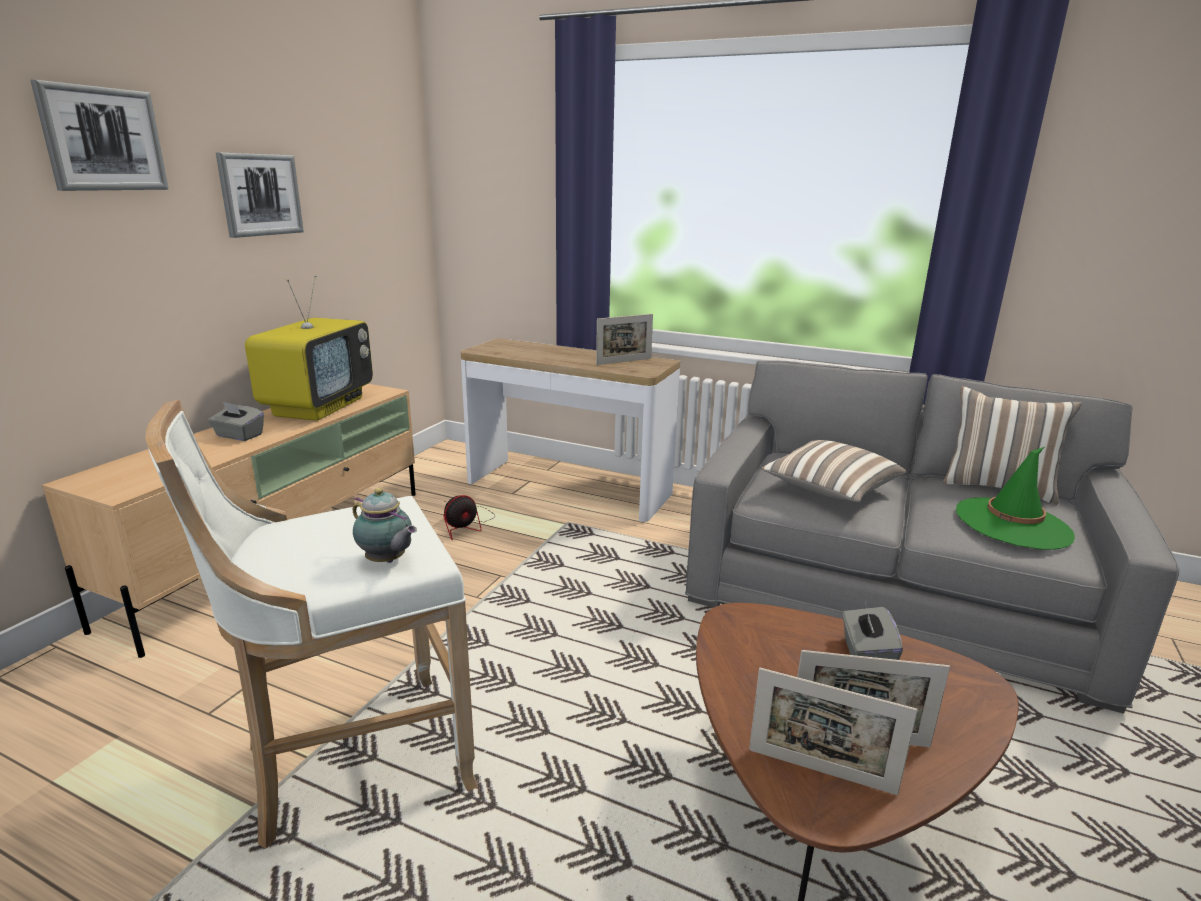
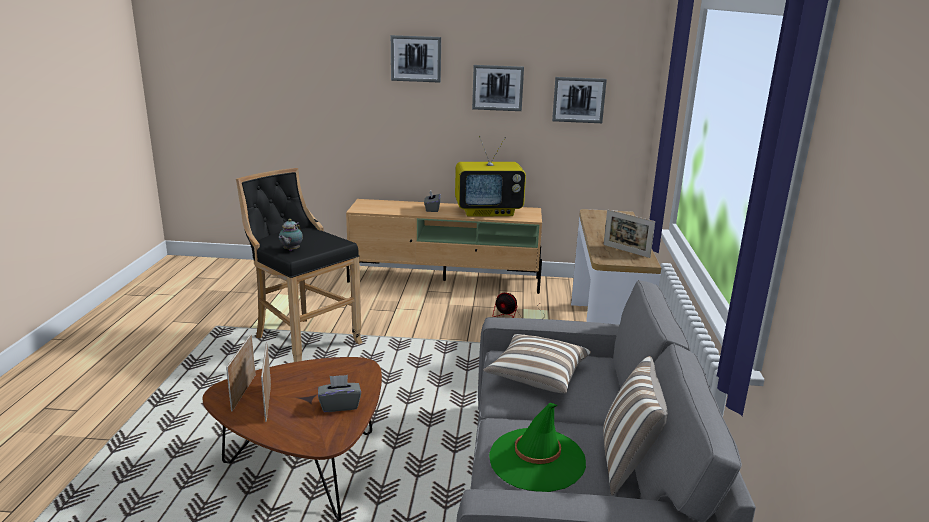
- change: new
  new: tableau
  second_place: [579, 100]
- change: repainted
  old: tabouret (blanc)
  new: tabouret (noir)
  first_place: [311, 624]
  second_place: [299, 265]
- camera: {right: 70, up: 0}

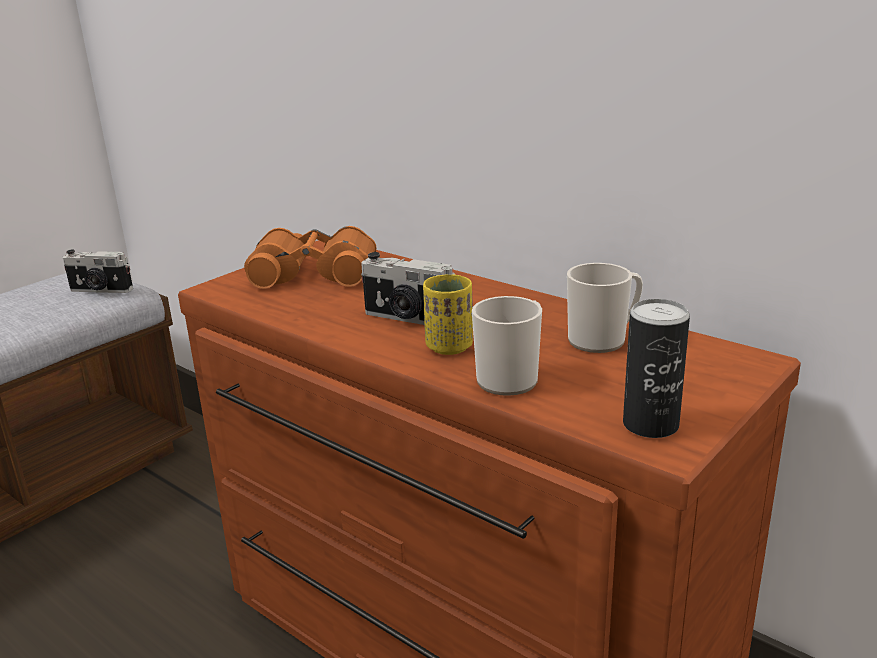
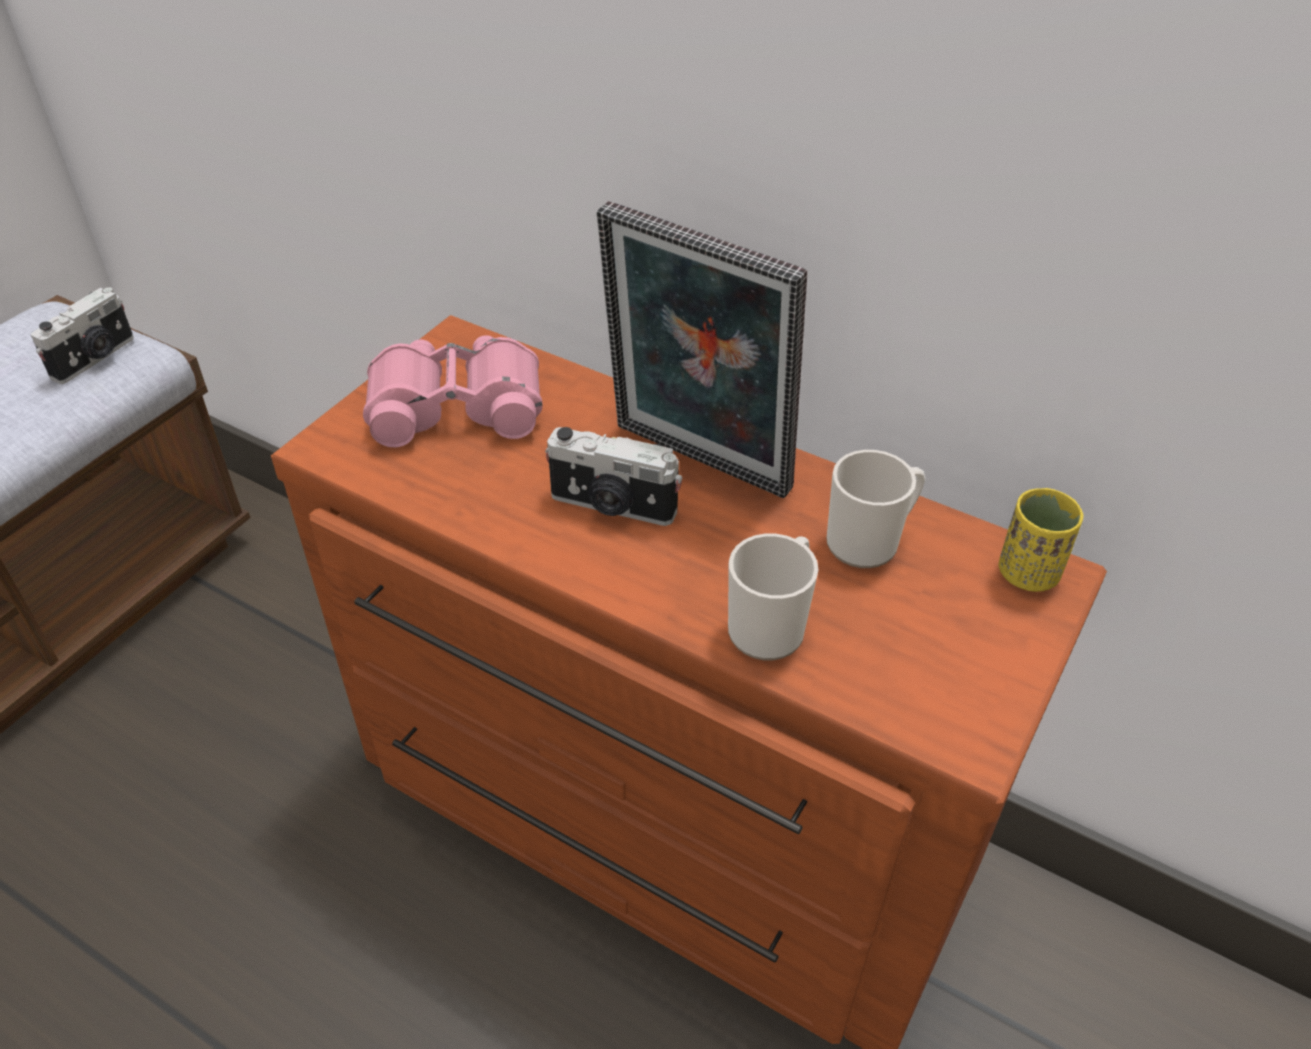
- change: gone
  old: boîte métallique
  first_place: [656, 368]
- change: new
  new: cadre photo
  second_place: [702, 349]
- change: shifted
  old: tasse (jaune)
  first_place: [448, 315]
  second_place: [1040, 540]
- change: repainted
  old: jumelles (orange)
  new: jumelles (rose)
  first_place: [310, 257]
  second_place: [453, 391]
- change: rotated
  old: appareil photo
  first_place: [98, 271]
  second_place: [82, 335]
  degrees: -60
- camera: {right: -10, up: 20}

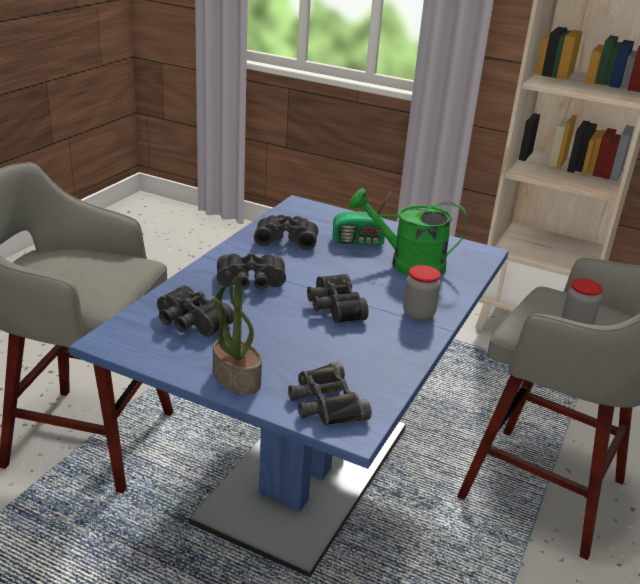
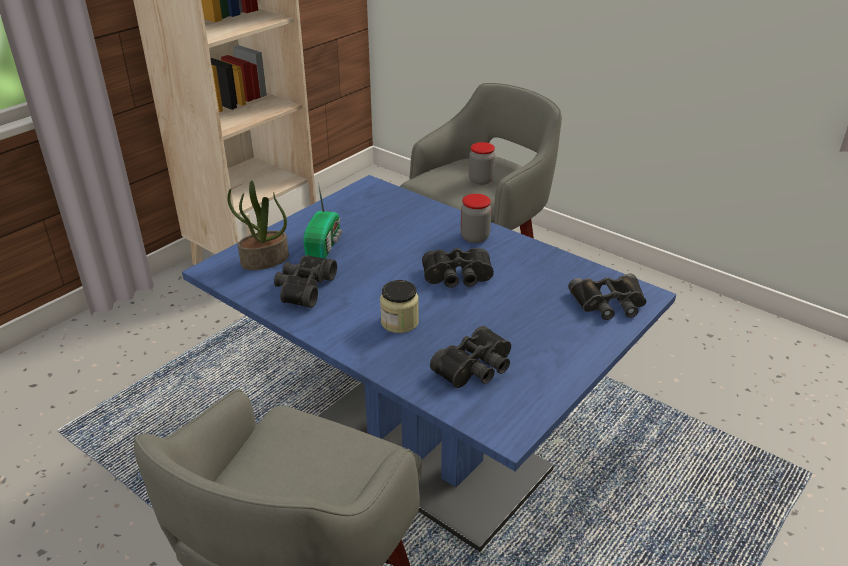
- change: gone
  old: arrosoir (vert)
  first_place: [408, 232]
- change: shifted
  old: plante en pot
  first_place: [237, 335]
  second_place: [258, 225]
- change: swapped
  old: jumelles (noir)
  new: bocal
  first_place: [251, 271]
  second_place: [399, 306]
- camera: {right: -75, up: 5}

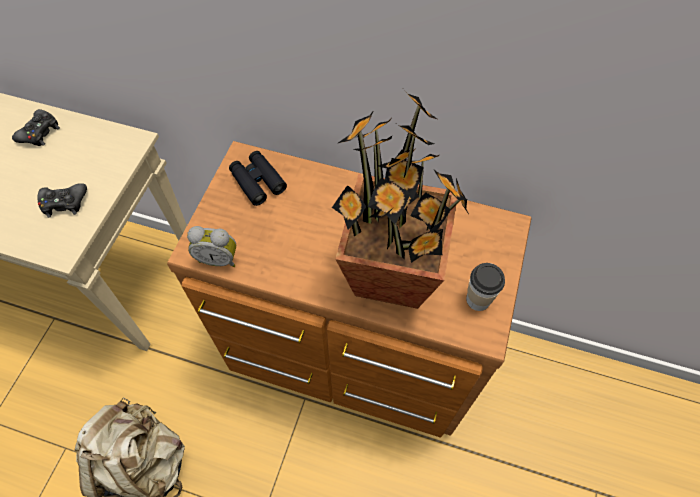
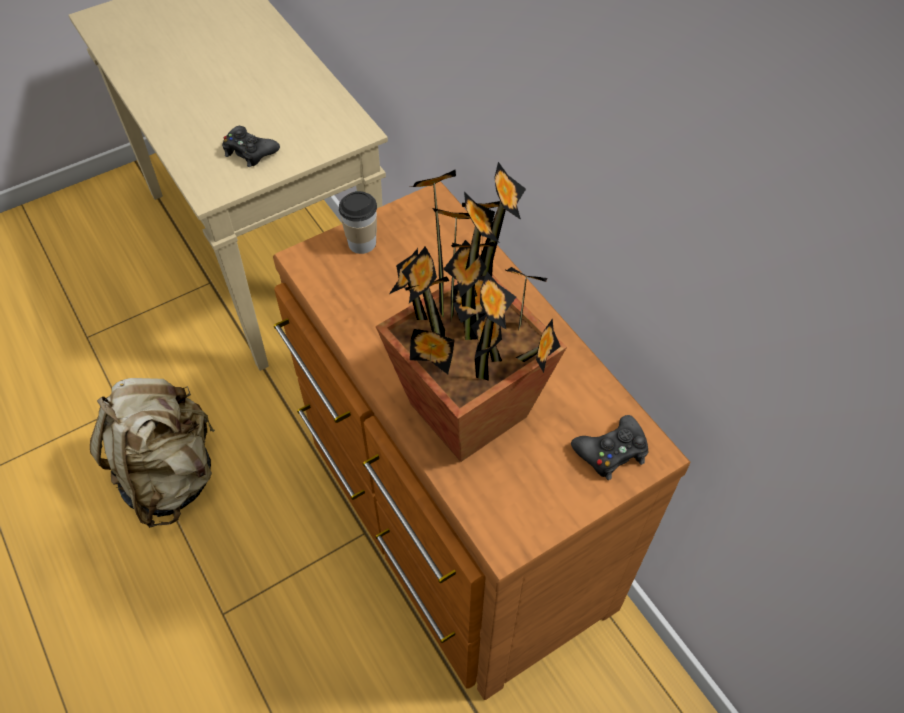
- change: gone
  old: réveil
  first_place: [211, 246]
- change: gone
  old: jumelles (noir)
  first_place: [258, 178]
- change: shifted
  old: manette (noir)
  first_place: [36, 127]
  second_place: [609, 447]
- change: shifted
  old: tasse
  first_place: [485, 287]
  second_place: [358, 222]
- camera: {right: 40, up: -5}

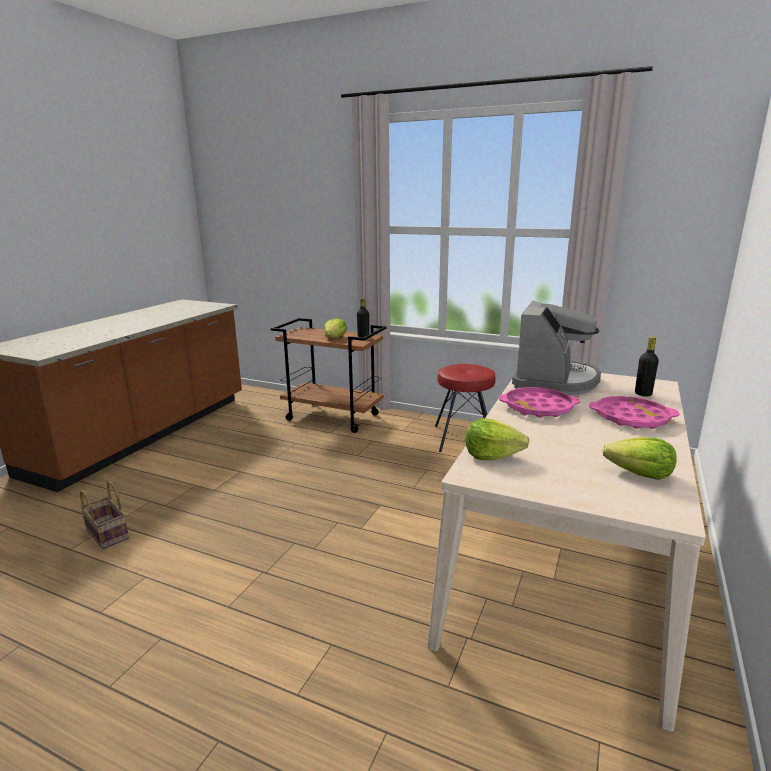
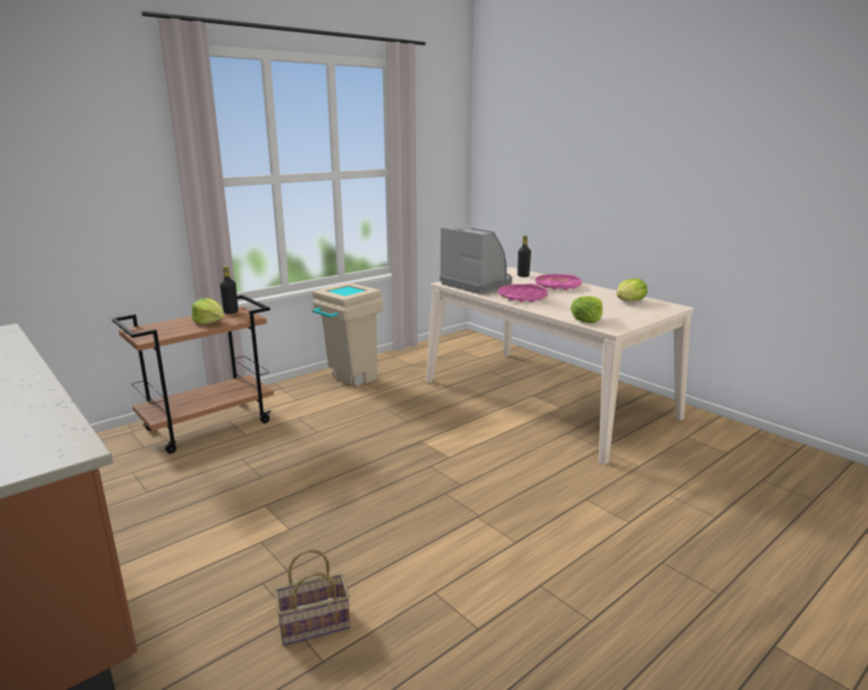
- change: swapped
  old: tabouret (rouge)
  new: poubelle (beige)
  first_place: [465, 408]
  second_place: [347, 334]
- camera: {right: -65, up: 0}

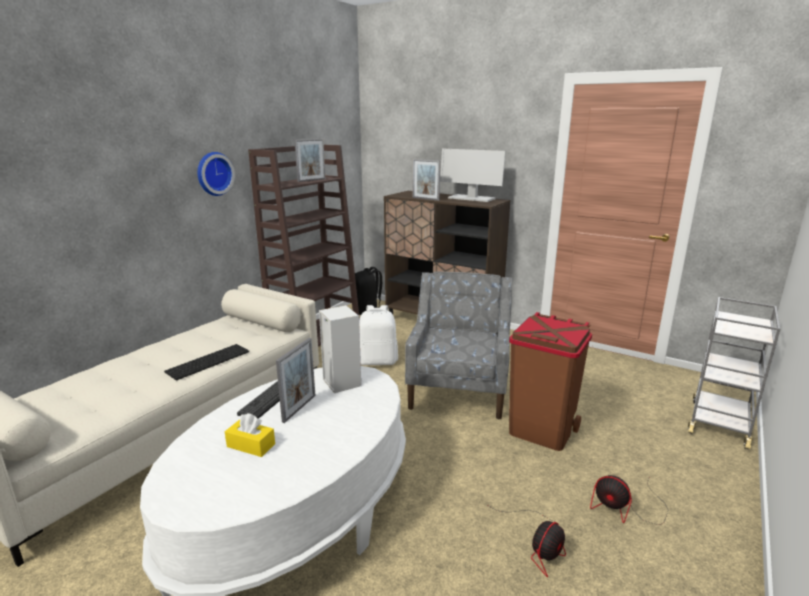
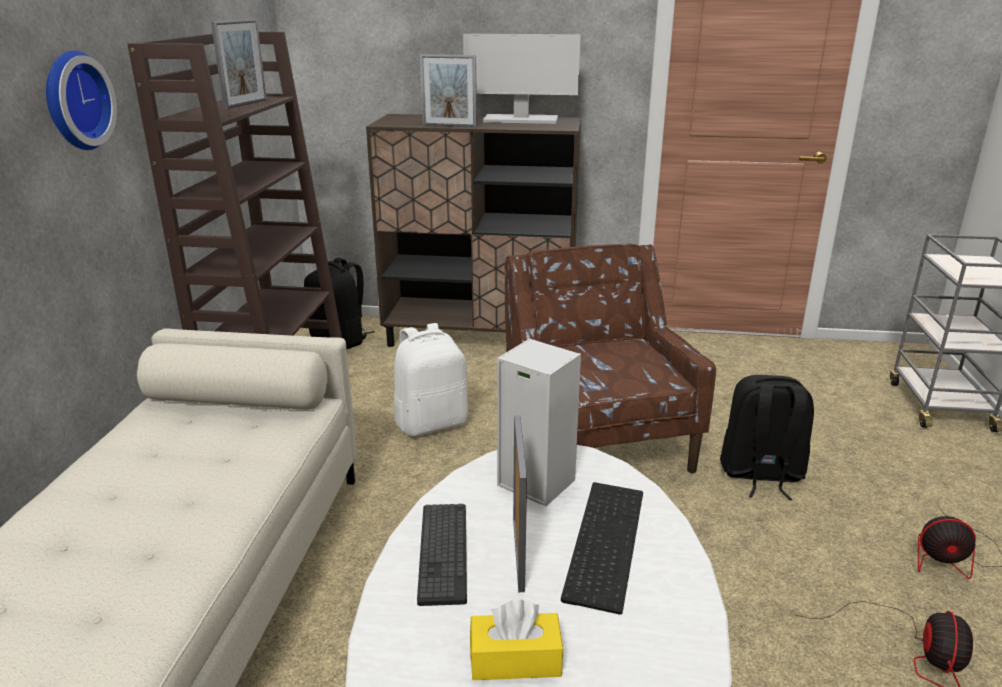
- change: shifted
  old: clavier
  first_place: [206, 362]
  second_place: [602, 548]
- change: swapped
  old: poubelle (marron)
  new: sac à dos (noir)
  first_place: [550, 381]
  second_place: [767, 437]
- change: repainted
  old: fauteuil (gris)
  new: fauteuil (marron)
  first_place: [458, 345]
  second_place: [610, 358]
- camera: {right: -25, up: 5}

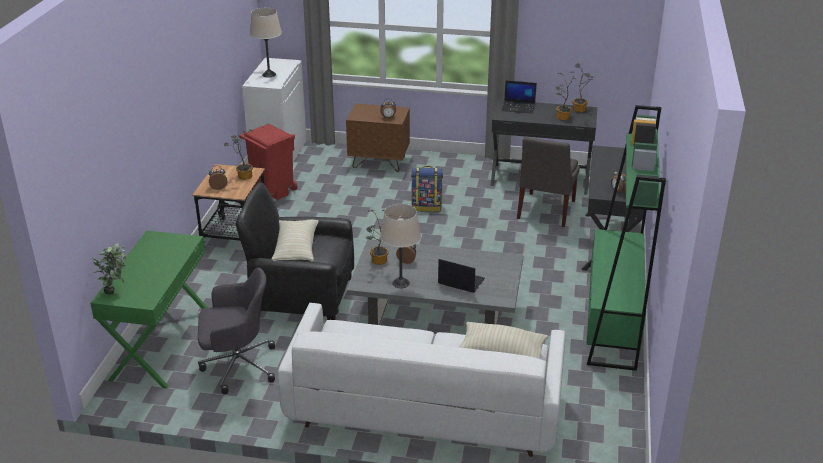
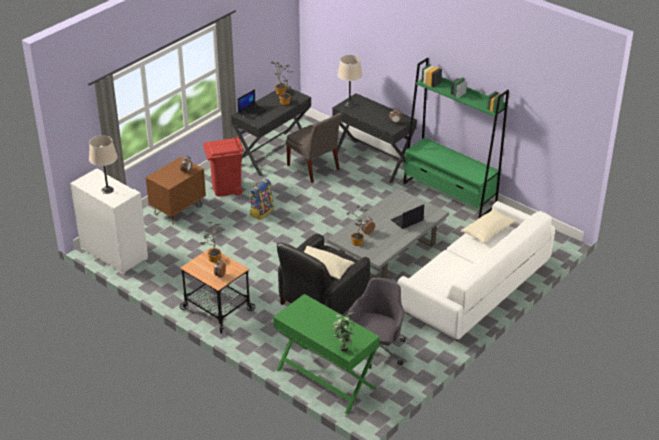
- change: shifted
  old: poubelle (rouge)
  first_place: [268, 162]
  second_place: [223, 166]
- change: shifted
  old: lampe de table (beige)
  first_place: [400, 246]
  second_place: [350, 81]
- camera: {right: -60, up: 5}

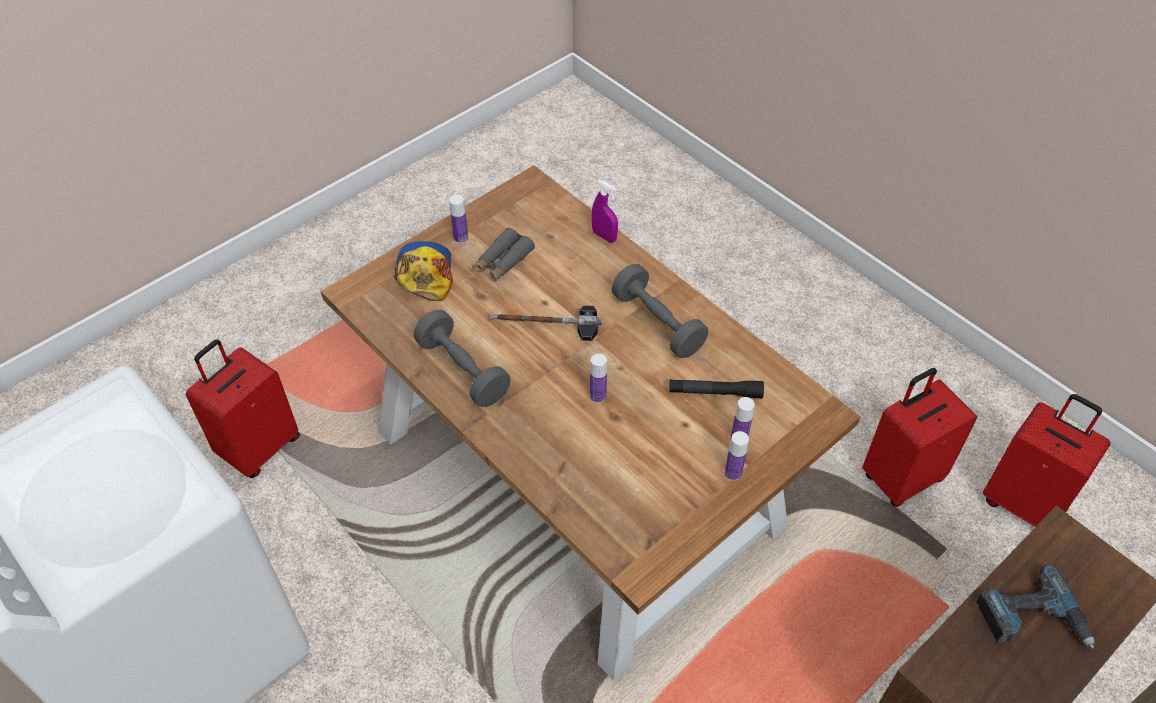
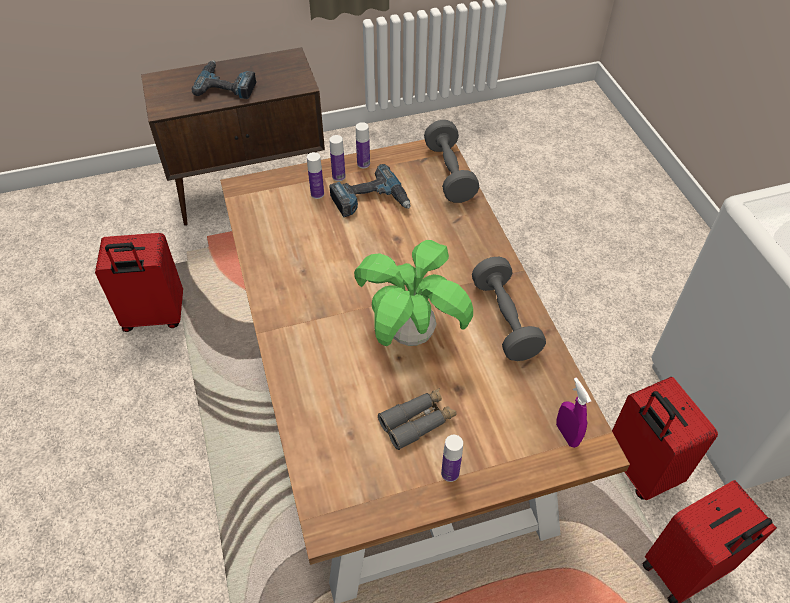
- change: gone
  old: casquette
  first_place: [423, 271]
- change: gone
  old: lampe de poche (noir)
  first_place: [716, 388]
- change: new
  new: perceuse
  second_place: [370, 190]
- change: shifted
  old: bouteille
  first_place: [598, 378]
  second_place: [363, 145]
- change: shifted
  old: vaporisateur (violet)
  first_place: [605, 211]
  second_place: [573, 413]
- change: shifted
  old: haltère (gris)
  first_place: [660, 311]
  second_place: [451, 161]
- change: shifted
  old: valise (rouge)
  first_place: [1047, 460]
  second_place: [665, 438]
- change: swapped
  old: marteau
  new: plante en pot
  first_place: [545, 323]
  second_place: [413, 293]
- camera: {right: -155, up: 0}

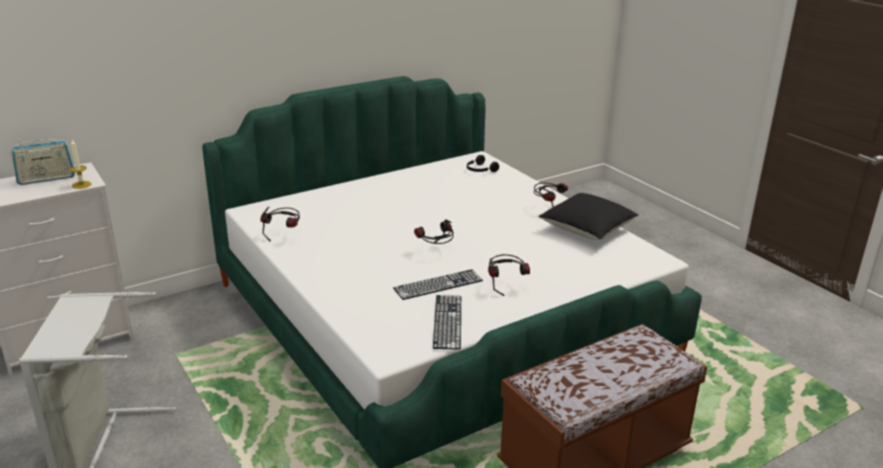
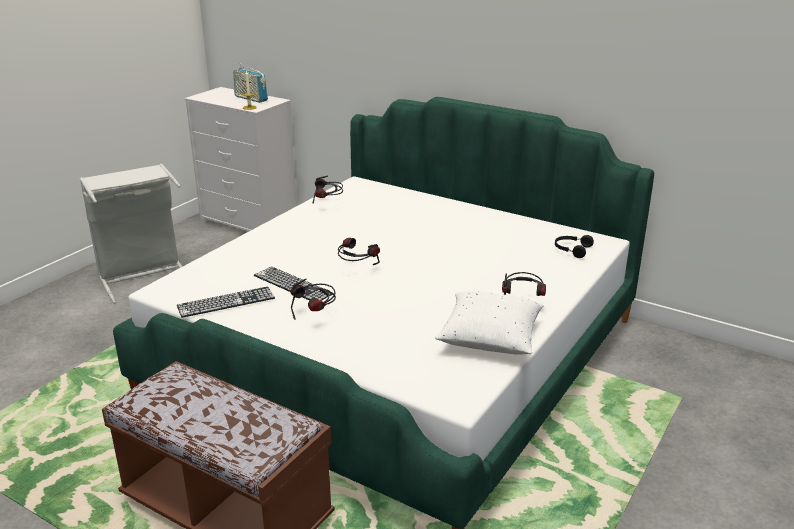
- change: repainted
  old: coussin (noir)
  new: coussin (blanc)
  first_place: [588, 216]
  second_place: [489, 323]
- camera: {right: 65, up: 0}

